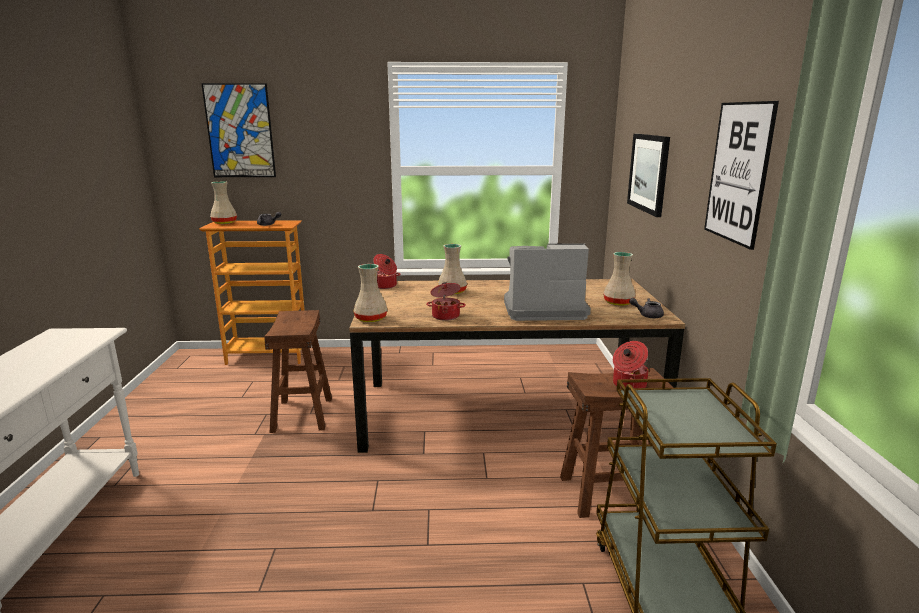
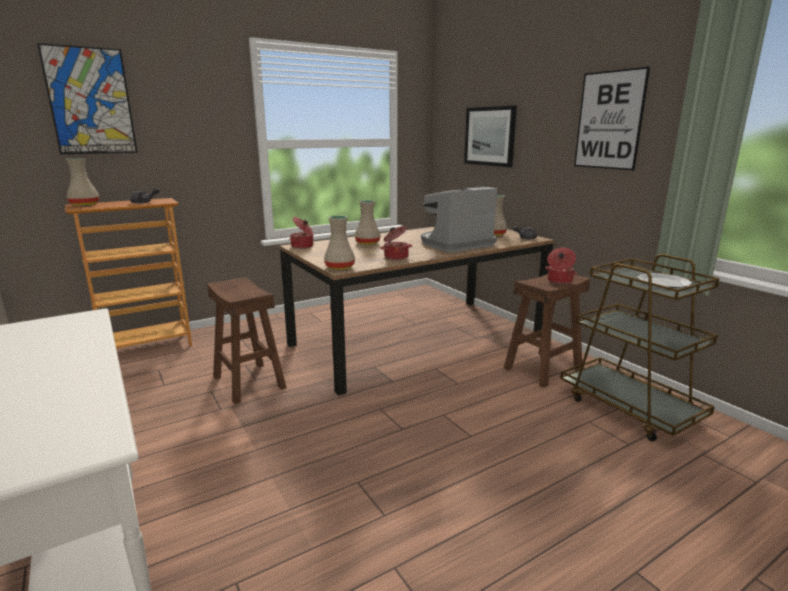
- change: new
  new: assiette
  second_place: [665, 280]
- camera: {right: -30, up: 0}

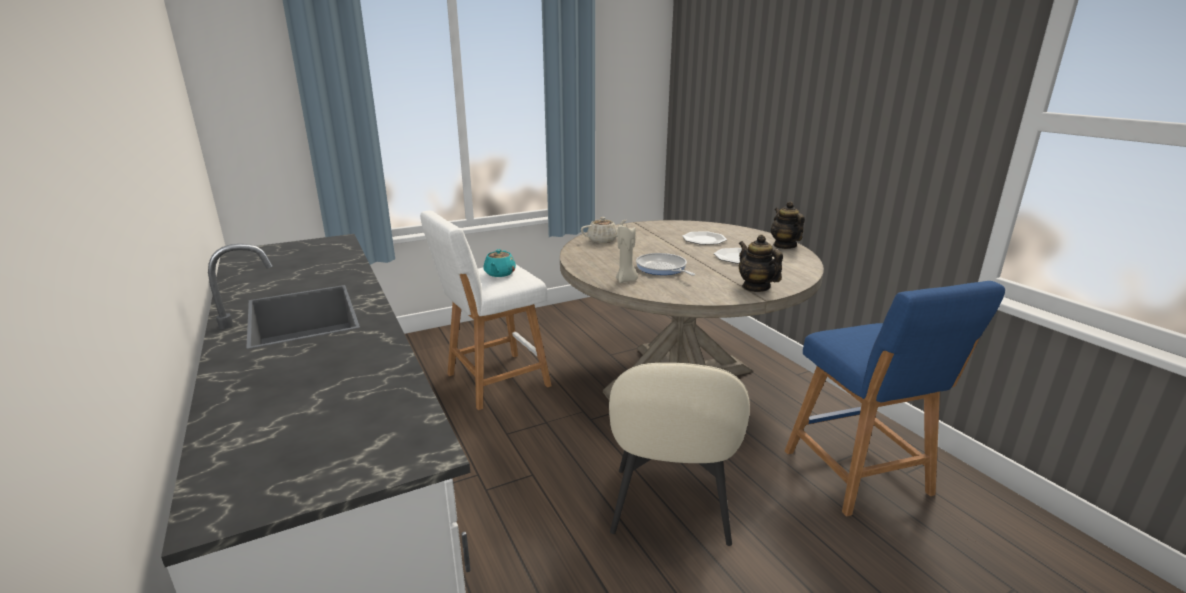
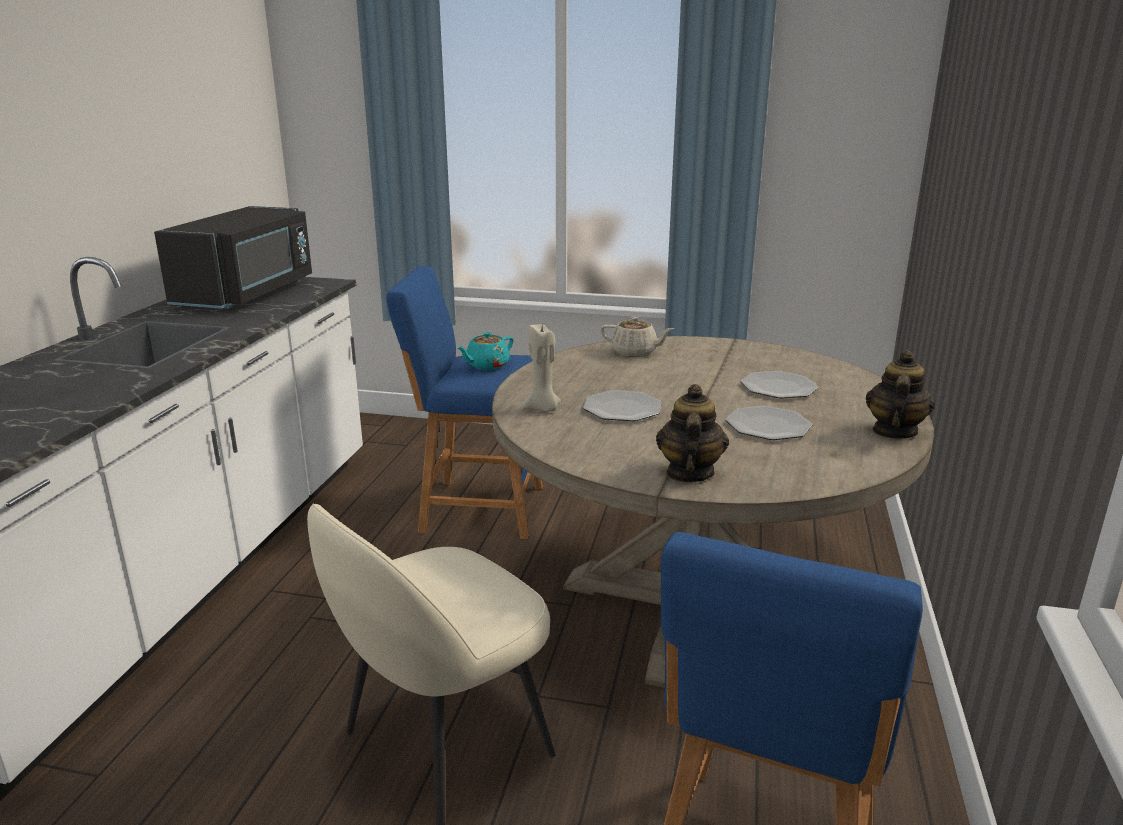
- change: new
  new: micro-ondes (noir)
  second_place: [233, 257]
- change: swapped
  old: poêle
  new: assiette
  first_place: [665, 264]
  second_place: [622, 405]
- change: repainted
  old: tabouret (blanc)
  new: tabouret (bleu)
  first_place: [486, 310]
  second_place: [464, 402]
- camera: {right: 40, up: 0}

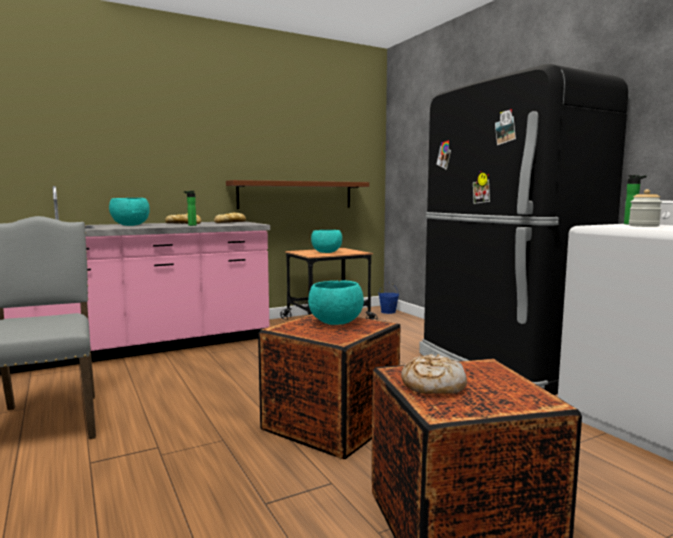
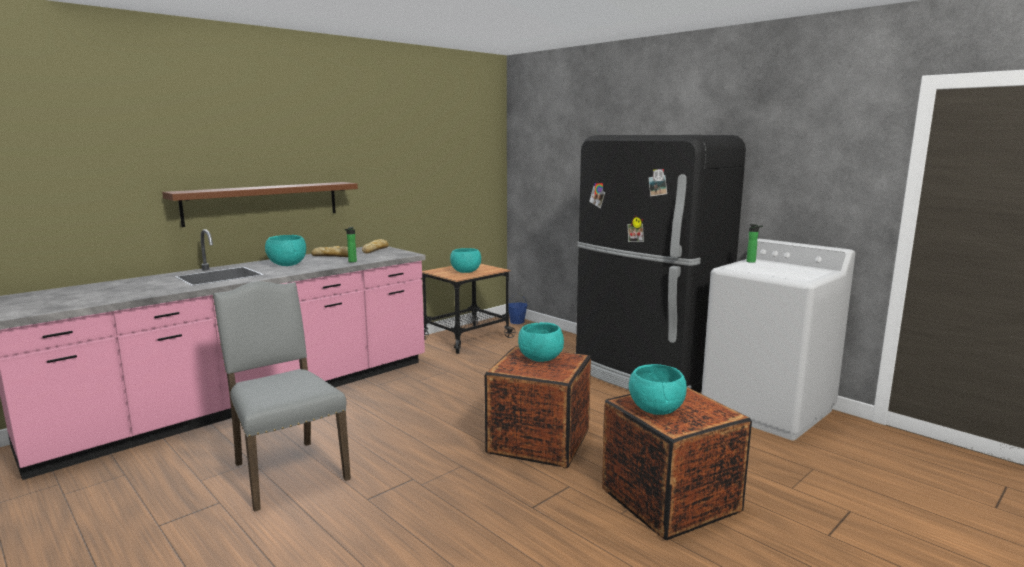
- change: gone
  old: bocal
  first_place: [645, 208]
- change: shifted
  old: étagère (marron)
  first_place: [297, 194]
  second_place: [260, 204]
- change: swapped
  old: pain
  new: bol (turquoise)
  first_place: [434, 374]
  second_place: [658, 389]
- camera: {right: -15, up: 5}

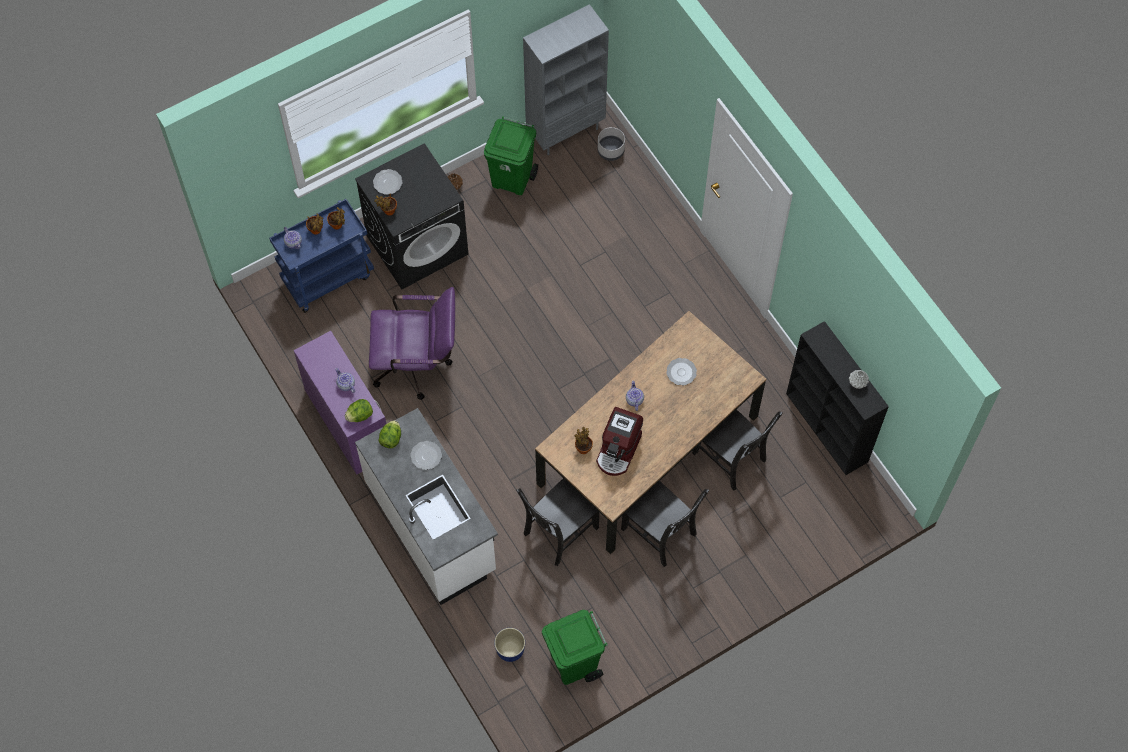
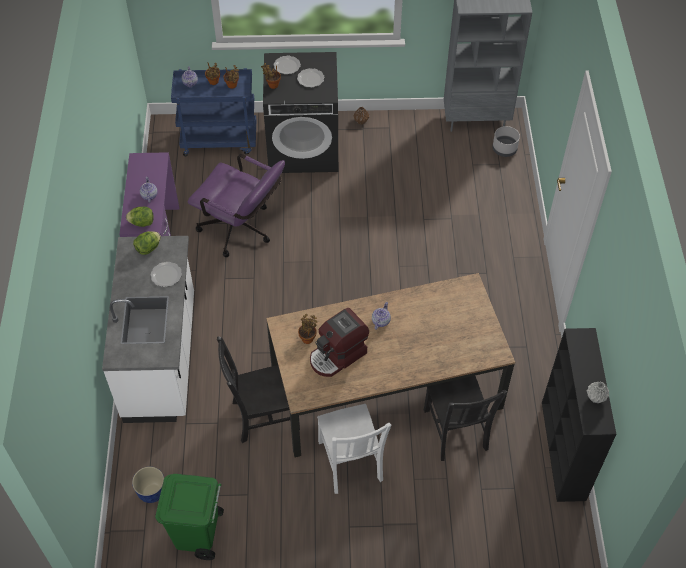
- change: gone
  old: poubelle (vert)
  first_place: [511, 156]
- change: shifted
  old: assiette
  first_place: [681, 371]
  second_place: [310, 77]
- change: repainted
  old: chaise (noir)
  new: chaise (blanc)
  first_place: [665, 524]
  second_place: [354, 449]
- camera: {right: 30, up: -10}

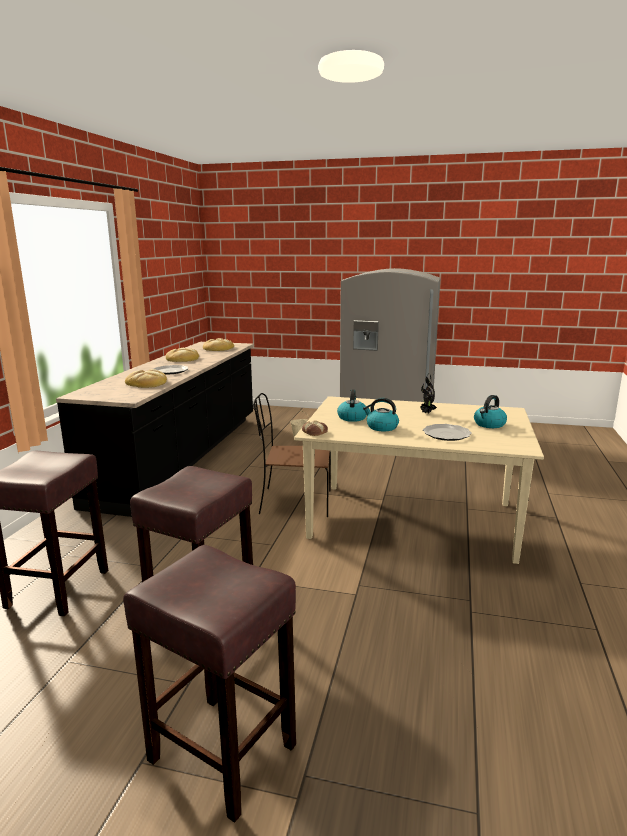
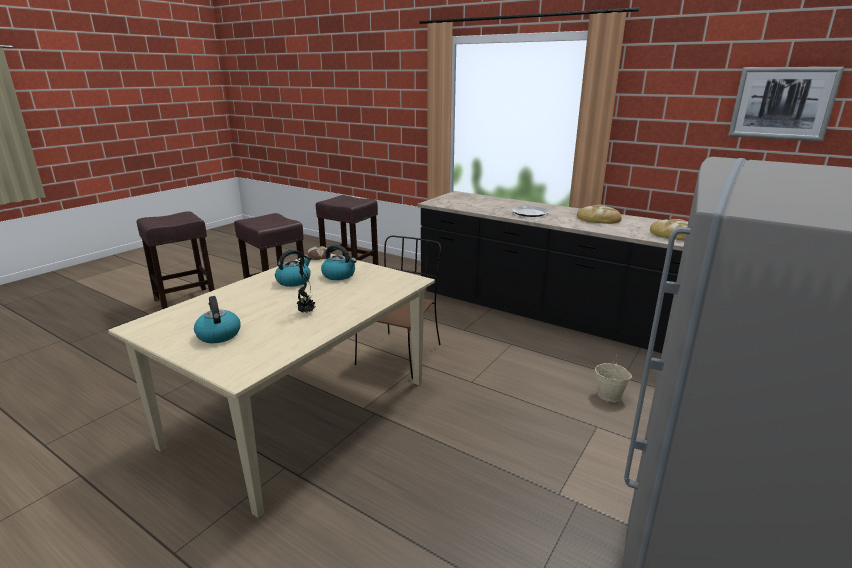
- change: gone
  old: pain
  first_place: [146, 378]
- change: gone
  old: assiette
  first_place: [447, 432]
- change: new
  new: tableau
  second_place: [786, 104]
- camera: {right: 110, up: 5}

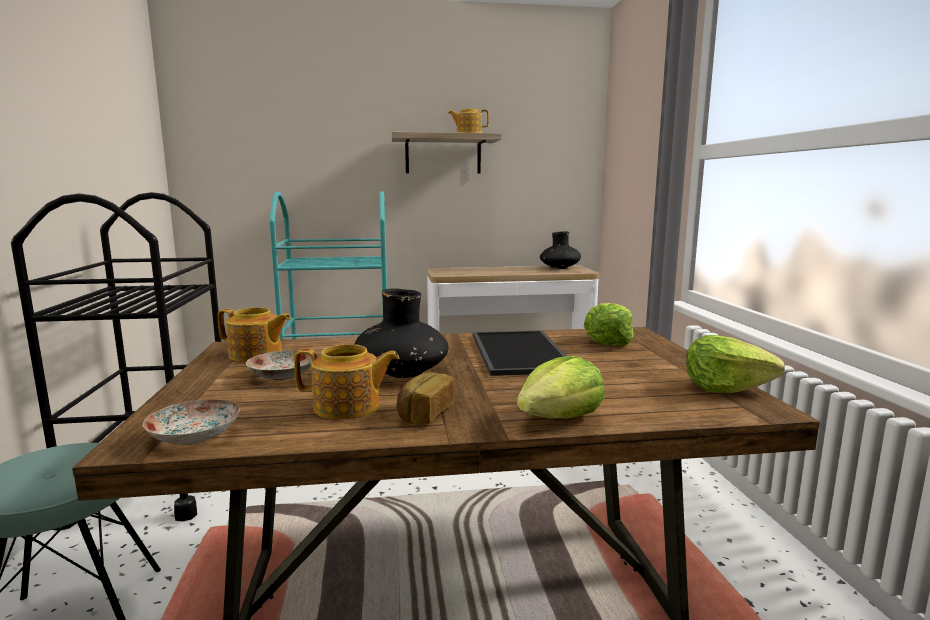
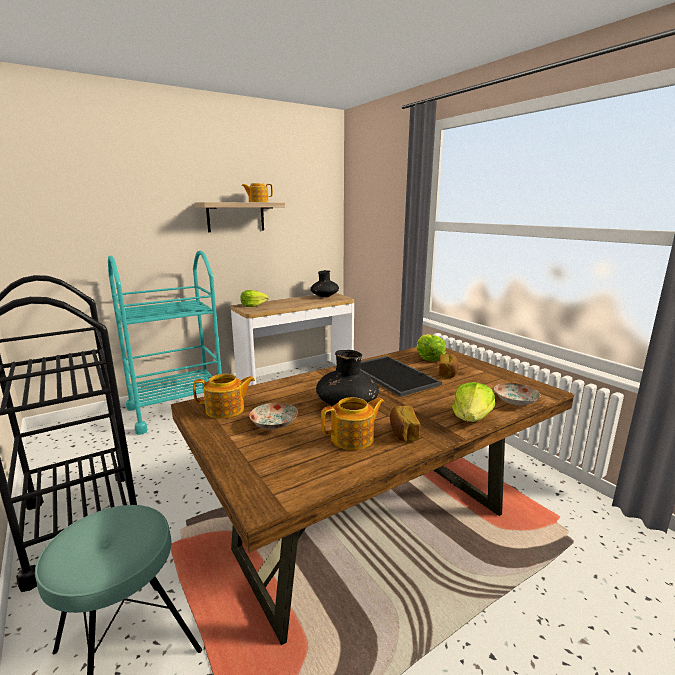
- change: new
  new: pain
  second_place: [448, 366]
- change: shifted
  old: assiette
  first_place: [191, 422]
  second_place: [517, 394]
- change: shifted
  old: laitue
  first_place: [735, 364]
  second_place: [255, 298]
- camera: {right: -25, up: 5}

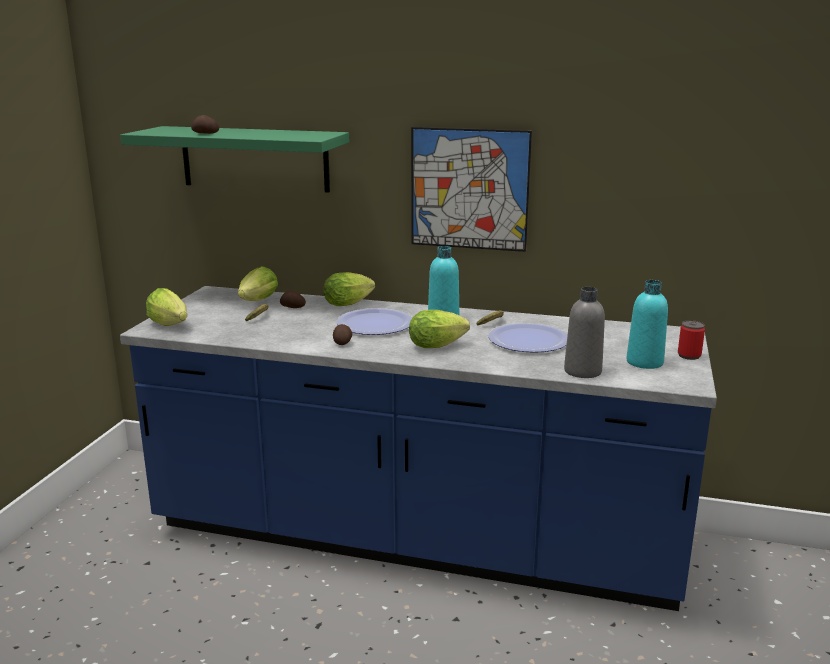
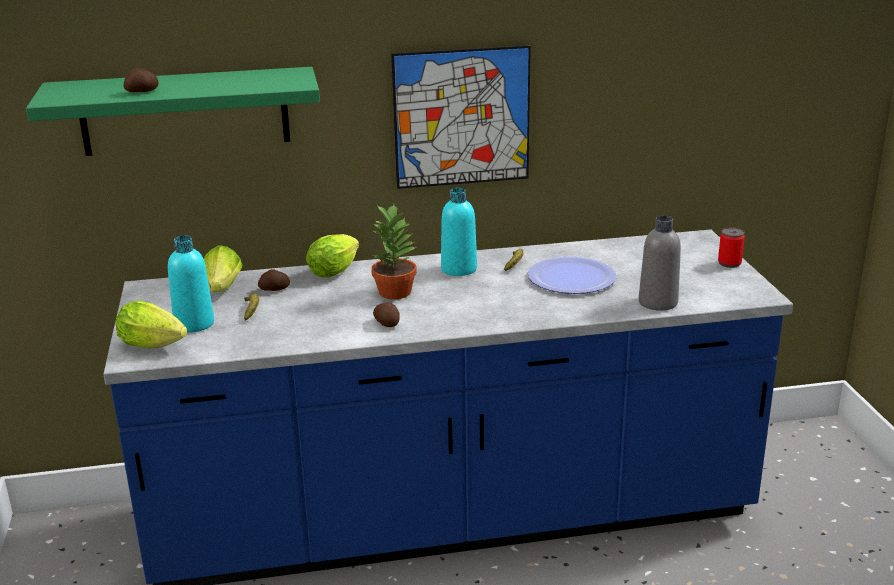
- change: gone
  old: laitue
  first_place: [439, 329]
- change: shifted
  old: bouteille (turquoise)
  first_place: [647, 324]
  second_place: [191, 283]
- change: swapped
  old: assiette
  new: plante en pot
  first_place: [374, 321]
  second_place: [394, 251]
- camera: {right: -25, up: 5}

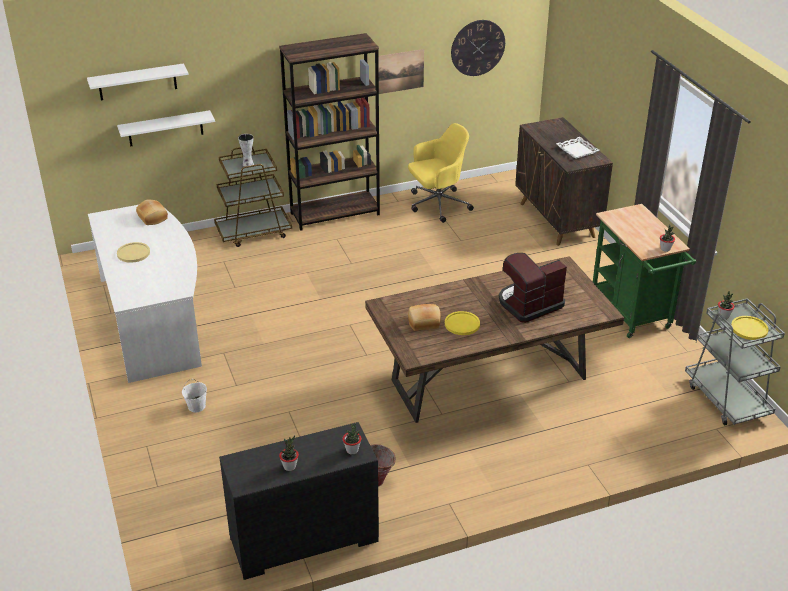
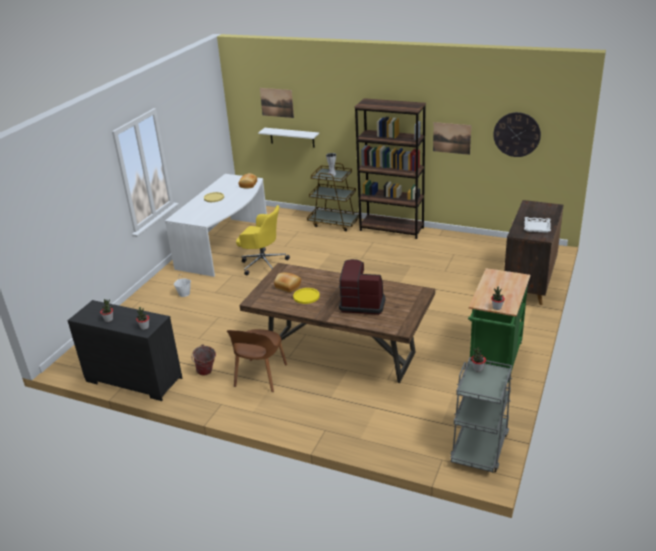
- change: gone
  old: assiette (jaune)
  first_place: [749, 328]
- change: new
  new: chaise (marron)
  second_place: [257, 360]
- change: shifted
  old: chaise de bureau (jaune)
  first_place: [441, 173]
  second_place: [263, 240]
- change: swapped
  old: étagère (blanc)
  new: tableau
  first_place: [138, 82]
  second_place: [277, 103]
- camera: {right: 45, up: -5}

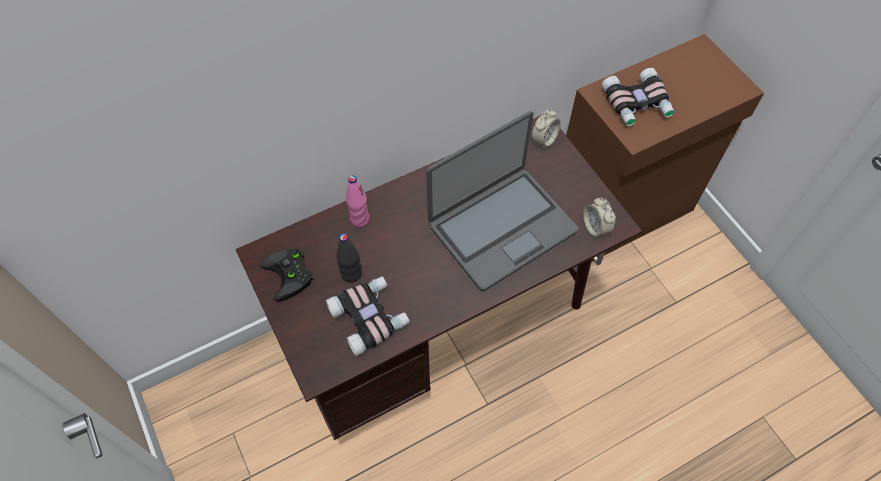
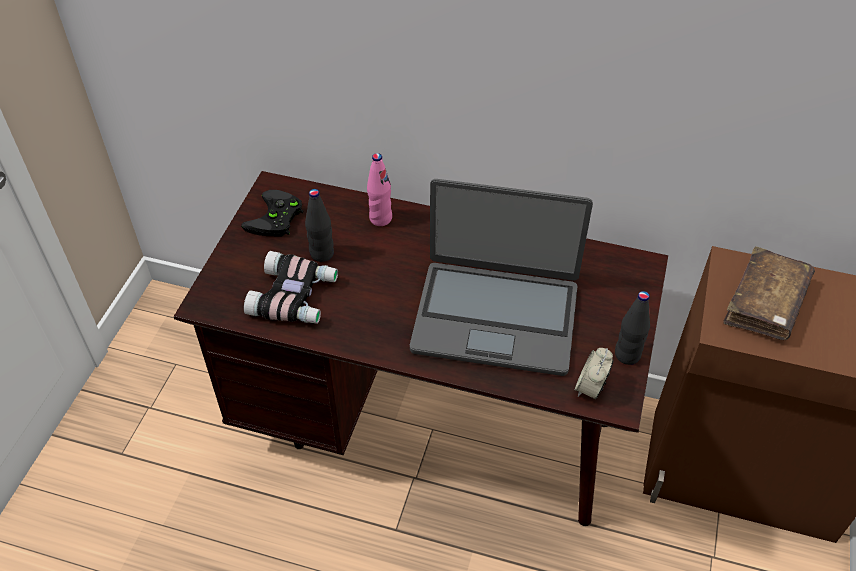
- change: gone
  old: réveil
  first_place: [546, 129]
- change: new
  new: bouteille (noir)
  second_place: [632, 328]
- change: swapped
  old: jumelles
  new: livre (marron)
  first_place: [638, 97]
  second_place: [769, 293]
- camera: {right: 45, up: -10}

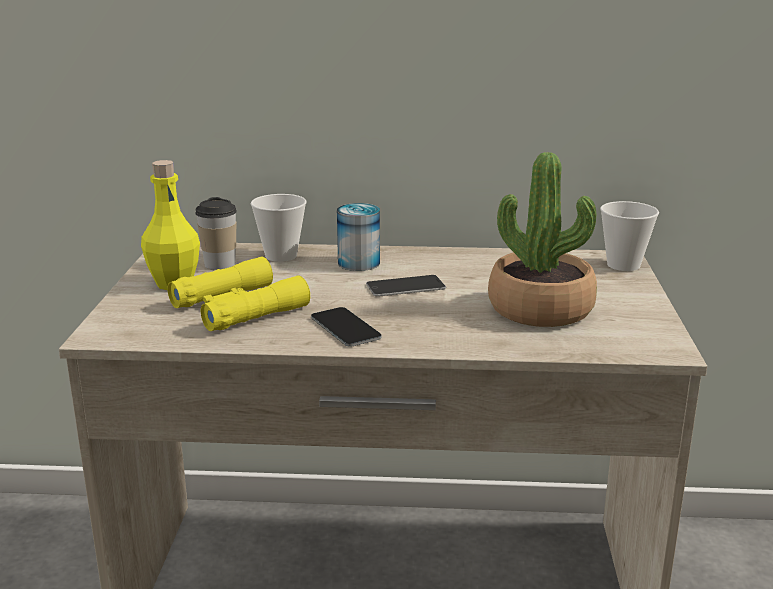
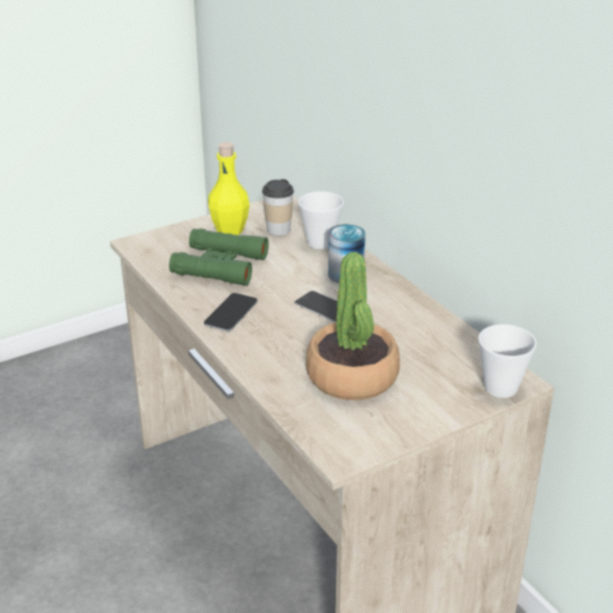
- change: repainted
  old: jumelles (jaune)
  new: jumelles (vert)
  first_place: [238, 294]
  second_place: [219, 257]
- camera: {right: 55, up: 10}

